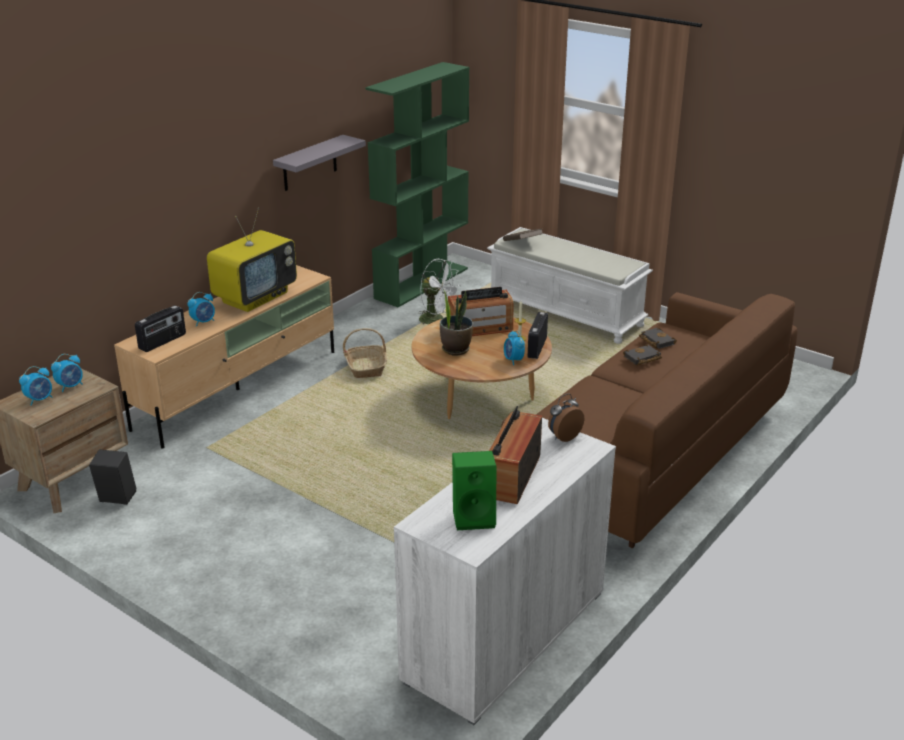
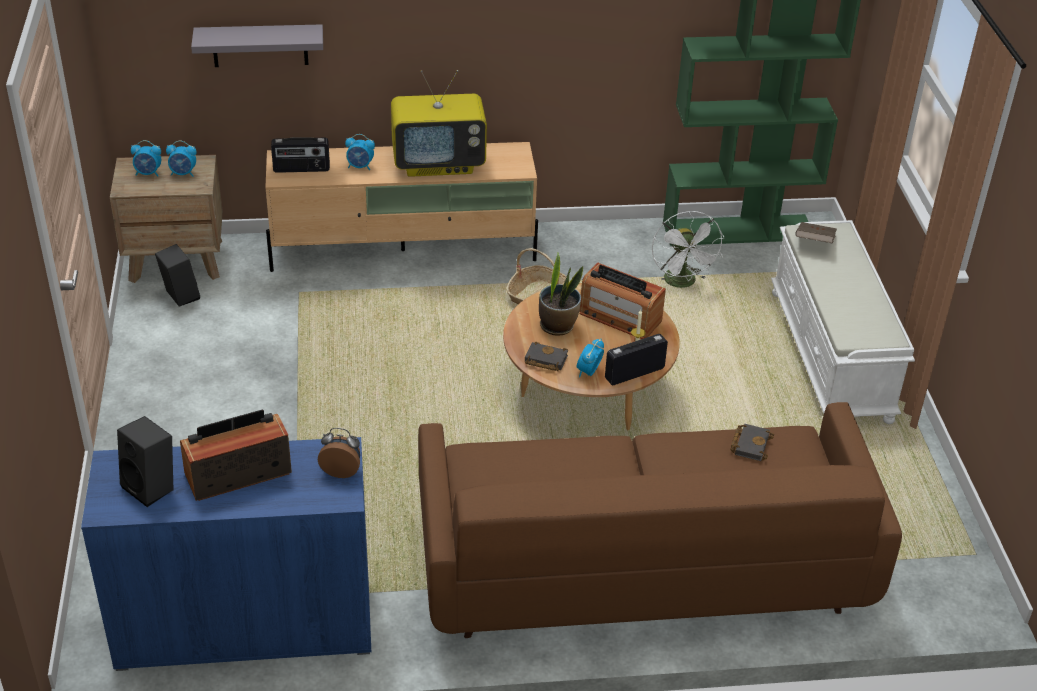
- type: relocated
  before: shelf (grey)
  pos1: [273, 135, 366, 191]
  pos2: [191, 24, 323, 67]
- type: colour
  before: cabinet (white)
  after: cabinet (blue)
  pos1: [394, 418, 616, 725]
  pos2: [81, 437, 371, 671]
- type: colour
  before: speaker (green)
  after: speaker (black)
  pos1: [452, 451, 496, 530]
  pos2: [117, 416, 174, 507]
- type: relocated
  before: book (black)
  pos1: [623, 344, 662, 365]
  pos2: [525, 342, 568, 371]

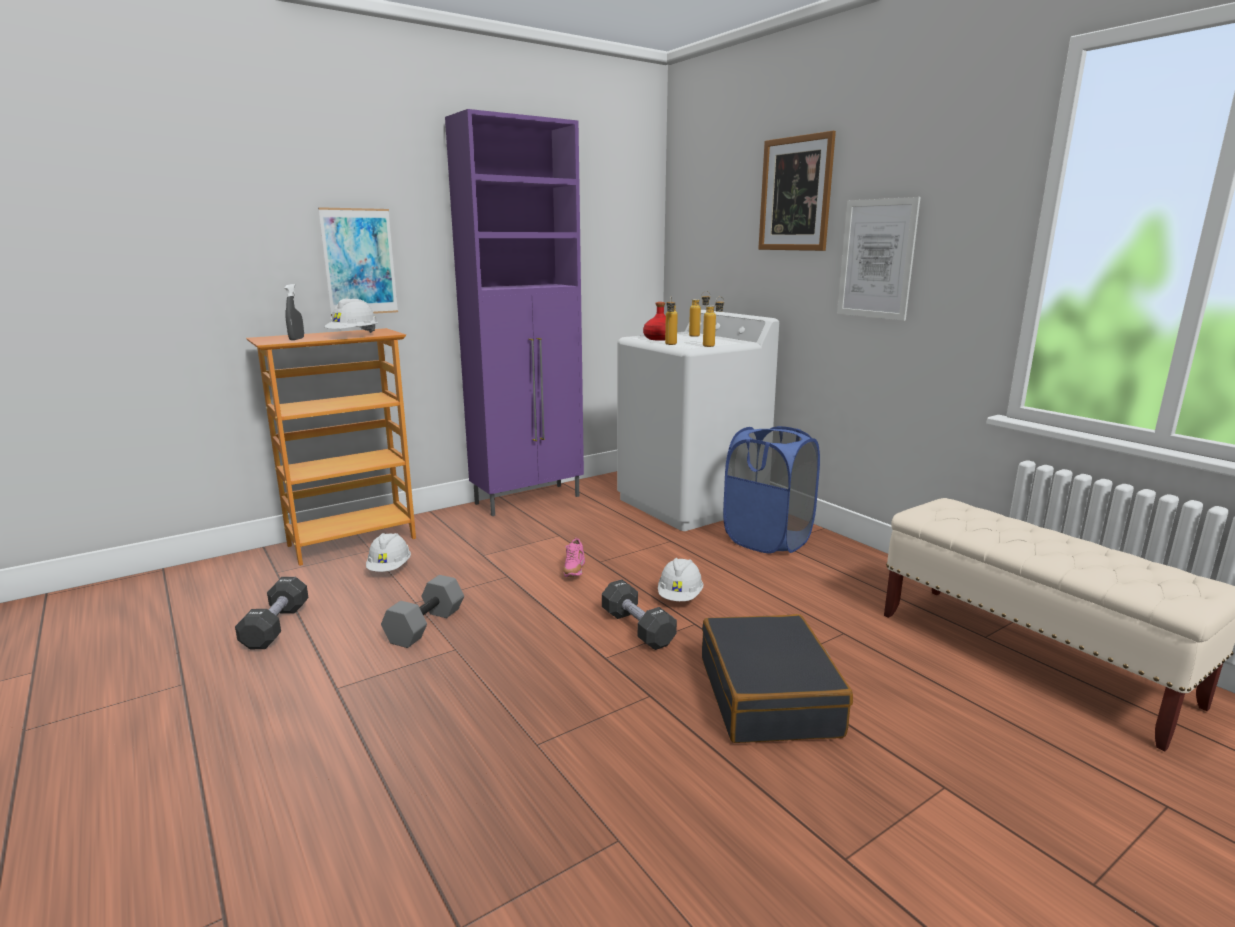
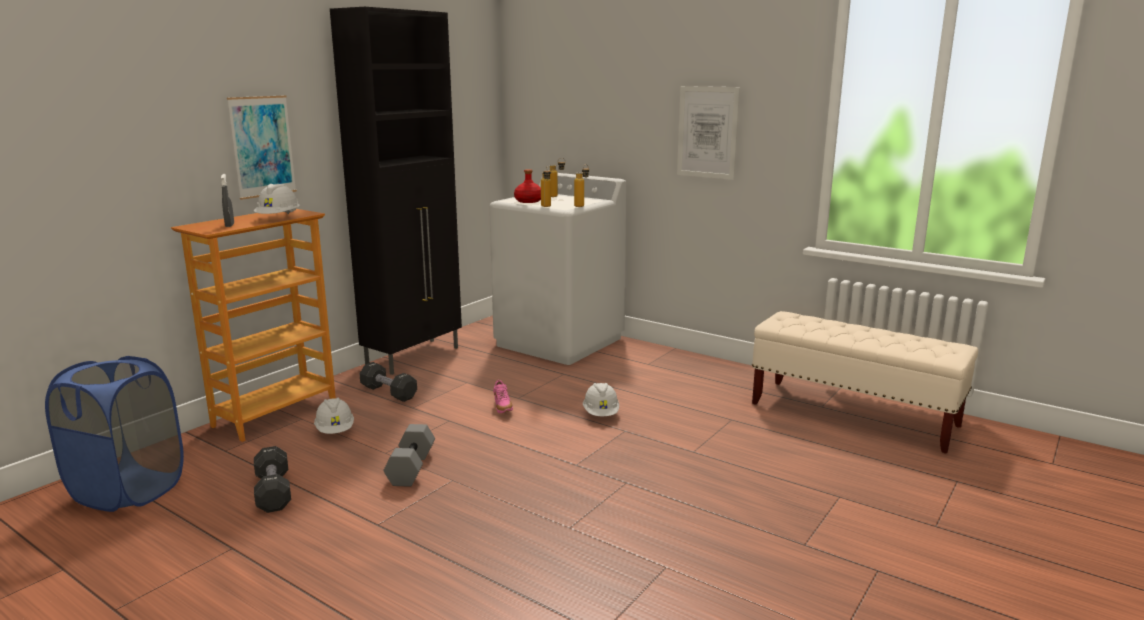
- type: colour
  before: cabinet (purple)
  after: cabinet (black)
  pos1: [445, 109, 584, 516]
  pos2: [330, 7, 462, 375]
- type: relocated
  before: dumbbell (black)
  pos1: [602, 579, 677, 650]
  pos2: [359, 362, 417, 402]
- type: missing
  before: suitcase (black)
  pos1: [702, 614, 853, 743]
- type: relocated
  before: laundry basket (blue)
  pos1: [723, 426, 820, 553]
  pos2: [45, 356, 184, 512]
- type: missing
  before: picture
  pos1: [758, 131, 836, 251]

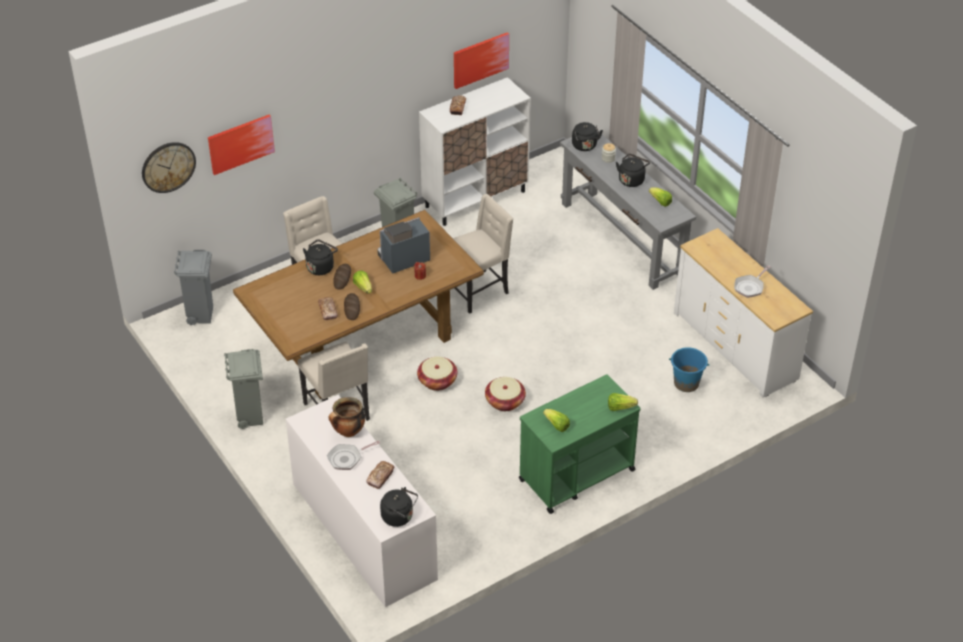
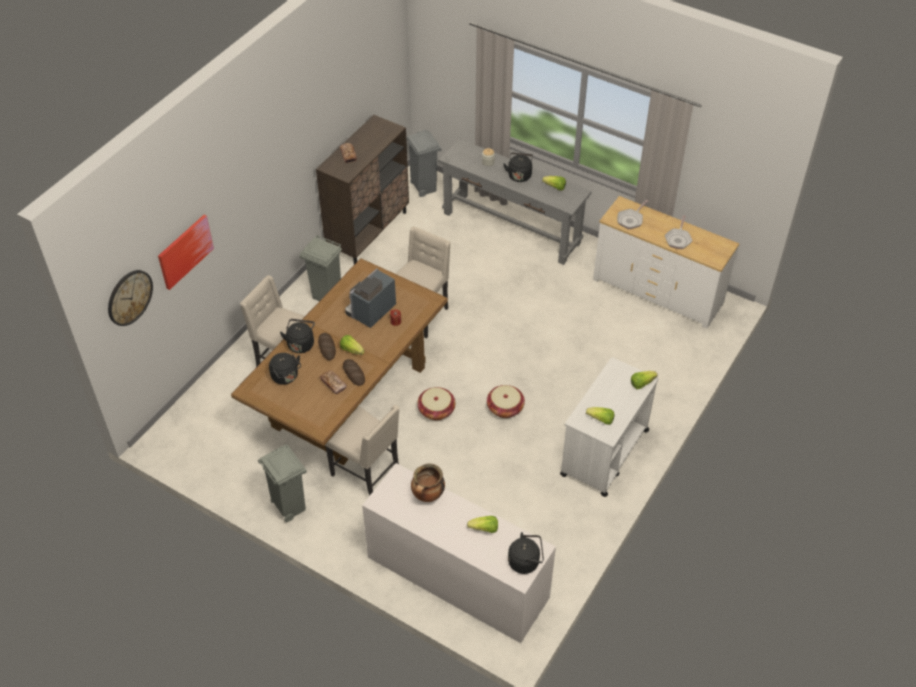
- type: relocated
  before: trash can (grey)
  pos1: [174, 250, 213, 325]
  pos2: [406, 130, 442, 197]
- type: relocated
  before: frying pan
  pos1: [327, 440, 380, 470]
  pos2: [617, 200, 648, 229]
- type: exchanged
  before: bread
  after: lettuce
  pos1: [366, 461, 394, 489]
  pos2: [467, 516, 498, 533]
- type: colour
  before: cabinet (white)
  after: cabinet (brown)
  pos1: [419, 77, 531, 226]
  pos2: [316, 115, 409, 265]
- type: missing
  before: picture
  pos1: [454, 32, 509, 89]
- type: colour
  before: cart (green)
  after: cart (white)
  pos1: [519, 374, 640, 514]
  pos2: [560, 357, 658, 497]
- type: relocated
  before: kettle (black)
  pos1: [572, 122, 603, 151]
  pos2: [269, 353, 301, 385]
- type: missing
  before: bucket (blue)
  pos1: [669, 347, 709, 392]

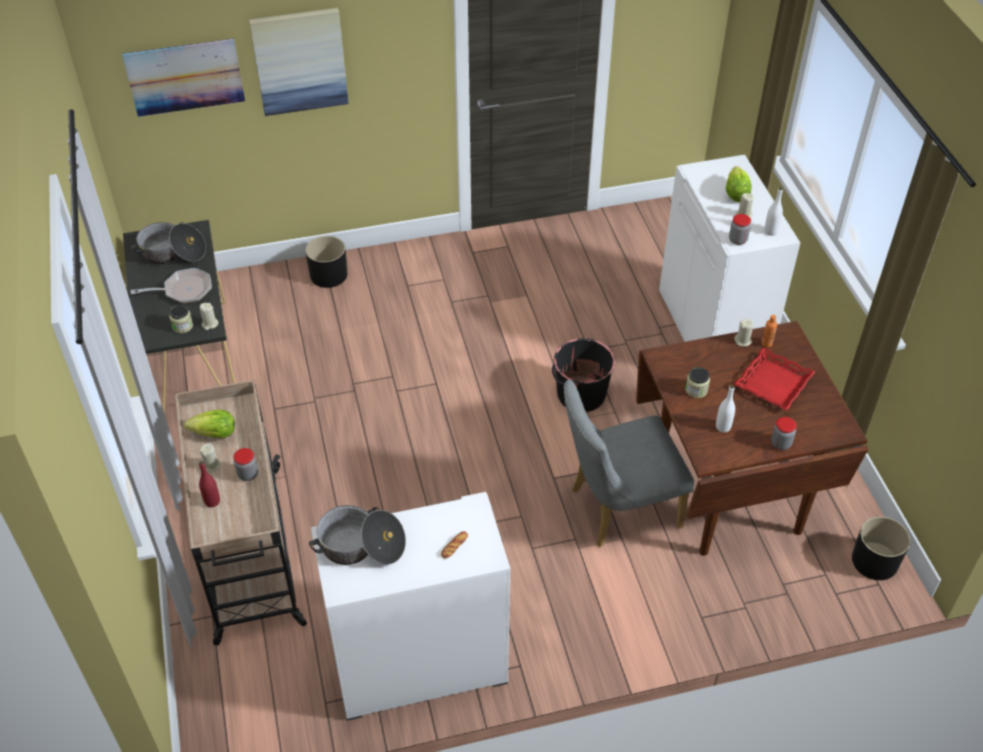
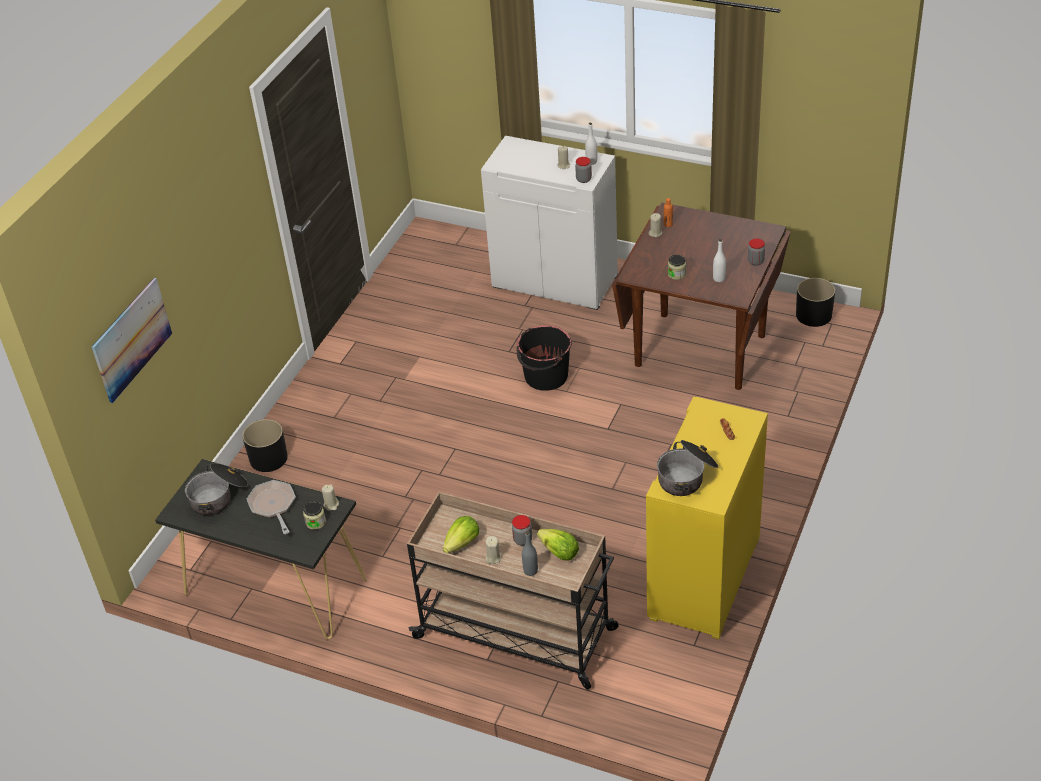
- type: spun
  before: frying pan
  pos1: [131, 268, 212, 304]
  pos2: [247, 480, 295, 534]
  turn: -45
- type: colour
  before: bottle (red)
  after: bottle (grey)
  pos1: [199, 461, 220, 507]
  pos2: [522, 531, 538, 576]
- type: missing
  before: picture
  pos1: [249, 8, 349, 116]
- type: colour
  before: cabinet (white)
  after: cabinet (yellow)
  pos1: [311, 492, 510, 721]
  pos2: [646, 396, 768, 639]
- type: missing
  before: chair (grey)
  pos1: [564, 379, 694, 548]
- type: relocated
  before: lettuce
  pos1: [726, 166, 752, 202]
  pos2: [537, 529, 579, 560]
- type: missing
  before: tray (red)
  pos1: [734, 347, 815, 410]

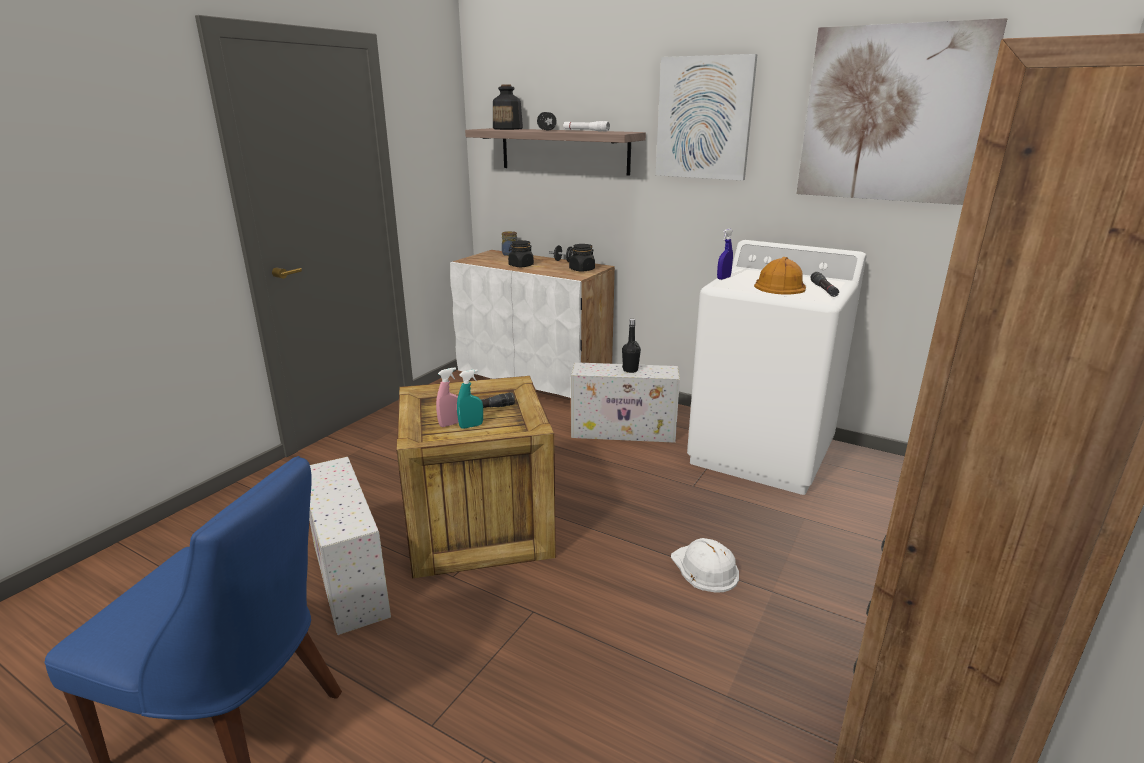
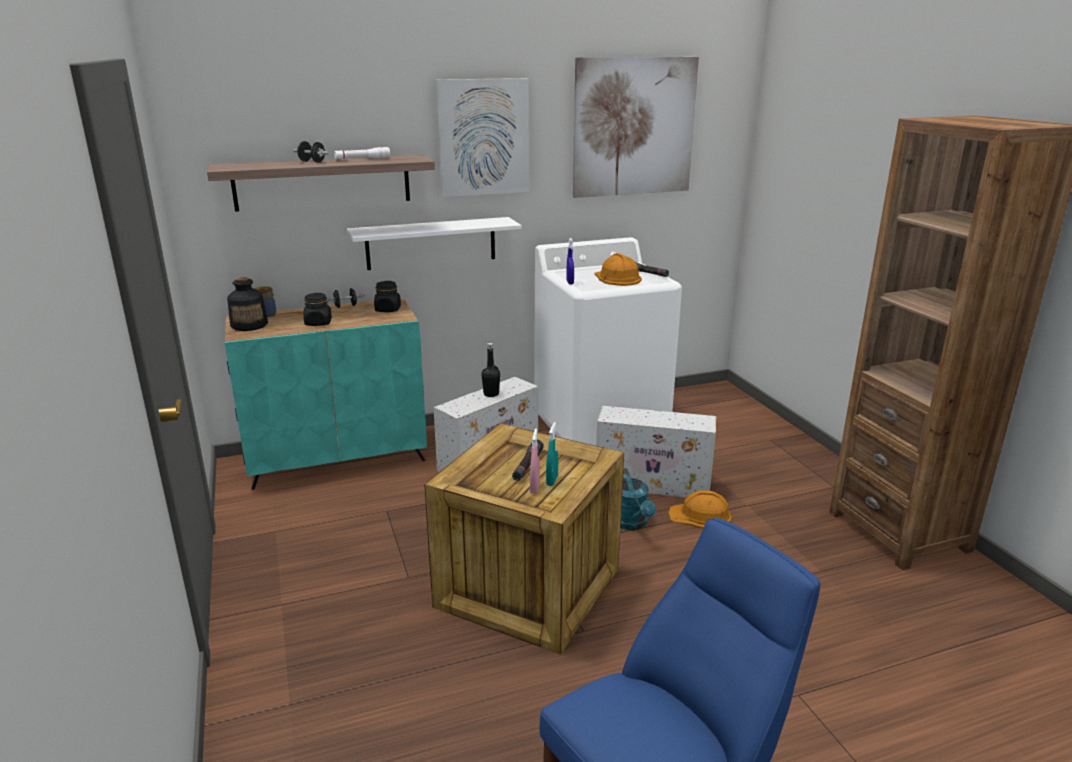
- type: relocated
  before: storage box (white)
  pos1: [309, 457, 391, 635]
  pos2: [596, 406, 716, 497]
- type: colour
  before: cabinet (white)
  after: cabinet (turquoise)
  pos1: [450, 250, 615, 398]
  pos2: [225, 298, 427, 490]
- type: relocated
  before: bottle
  pos1: [493, 85, 523, 130]
  pos2: [227, 277, 268, 331]
- type: colour
  before: hard hat (white)
  after: hard hat (orange)
  pos1: [671, 538, 739, 593]
  pos2: [669, 490, 731, 529]
- type: appeared
  after: shelf (white)
  pos2: [347, 217, 522, 270]
- type: appeared
  after: watering can (turquoise)
  pos2: [621, 468, 656, 531]

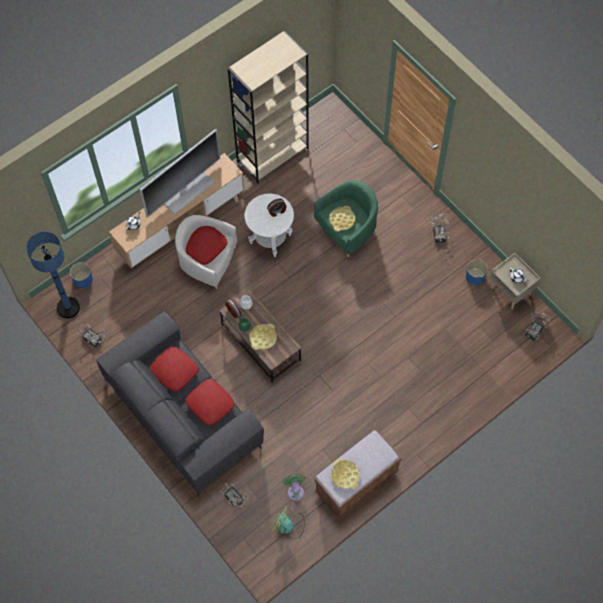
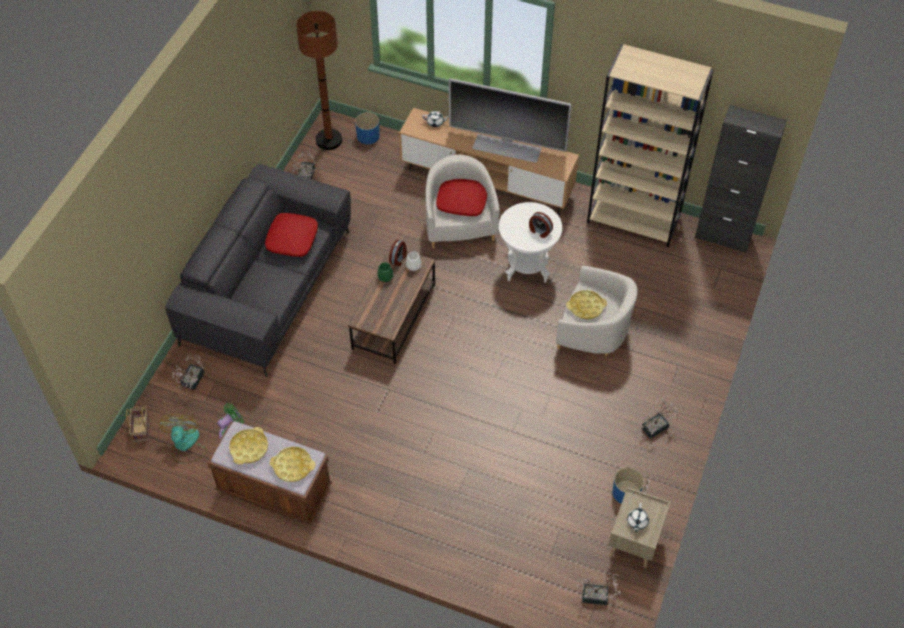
- type: colour
  before: floor lamp (blue)
  after: floor lamp (brown)
  pos1: [26, 232, 80, 319]
  pos2: [296, 11, 342, 150]
- type: missing
  before: pillow (red)
  pos1: [186, 379, 234, 425]
- type: relocated
  before: tray (yellow)
  pos1: [250, 324, 277, 350]
  pos2: [270, 447, 315, 482]
- type: colour
  before: armchair (green)
  after: armchair (white)
  pos1: [314, 180, 378, 257]
  pos2: [556, 266, 638, 356]
- type: appeared
  after: basket
  pos2: [126, 407, 150, 442]
- type: appeared
  after: cabinet (black)
  pos2: [695, 105, 787, 253]

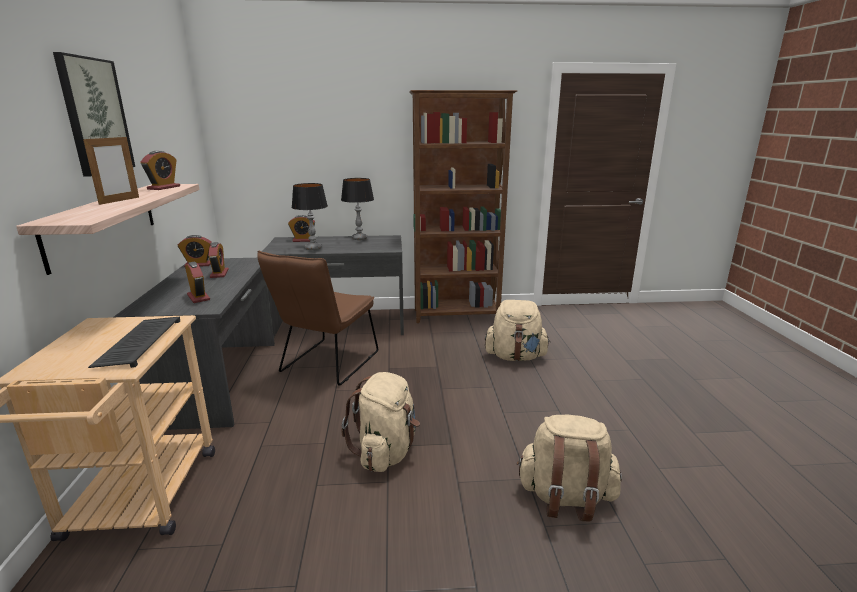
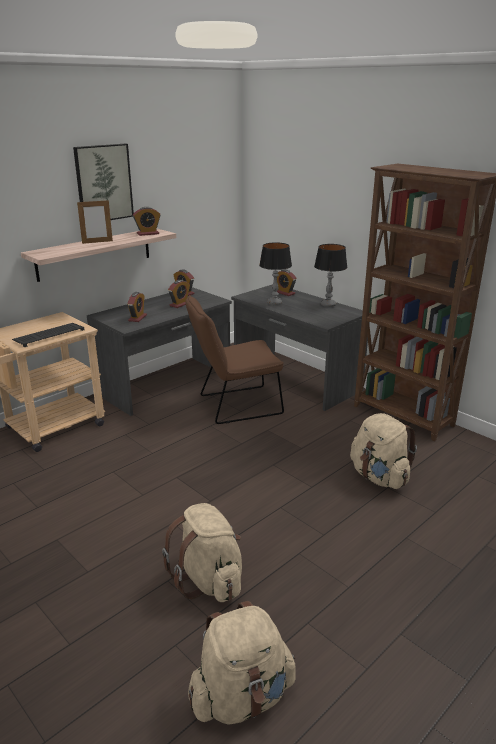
- type: relocated
  before: backpack (beige)
  pos1: [341, 372, 420, 472]
  pos2: [188, 601, 296, 725]

